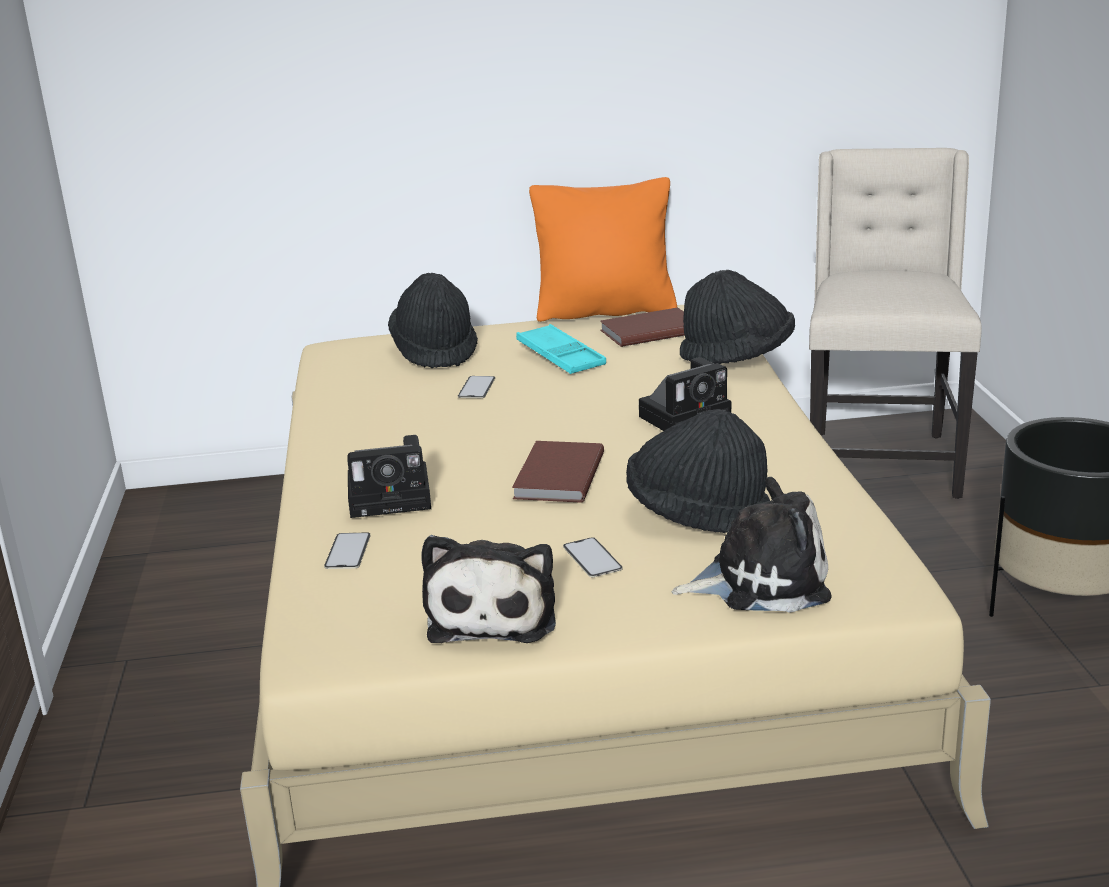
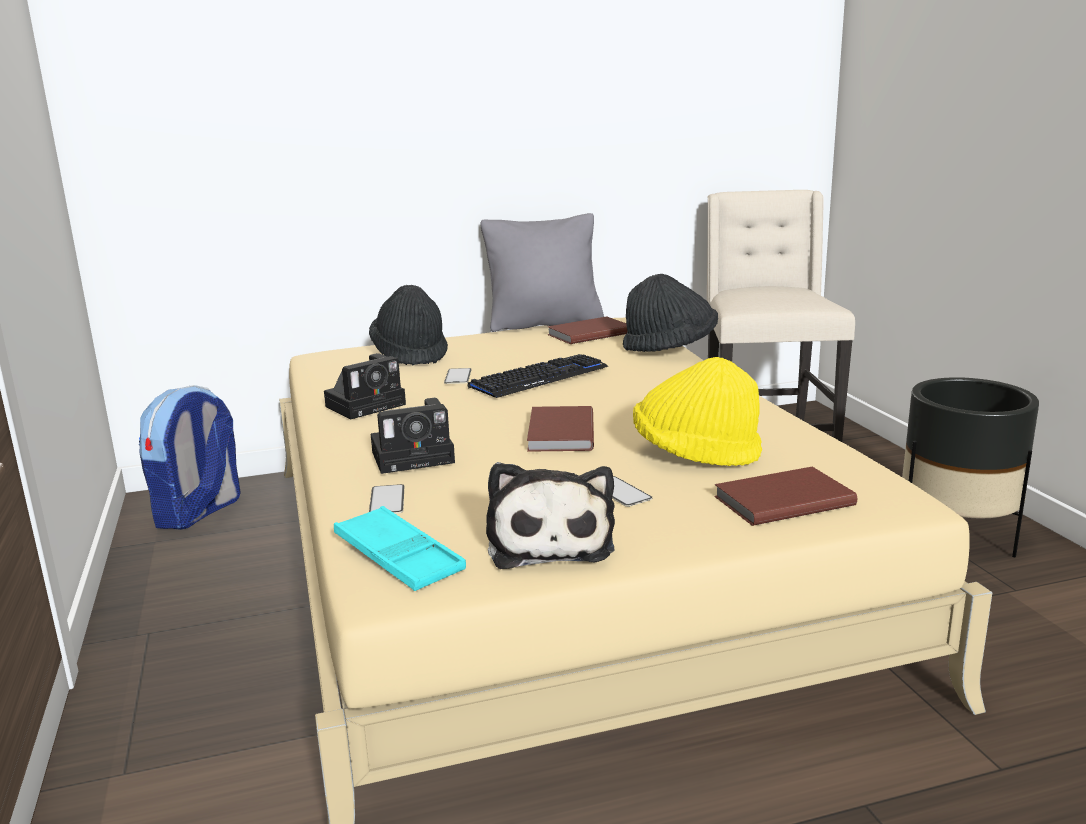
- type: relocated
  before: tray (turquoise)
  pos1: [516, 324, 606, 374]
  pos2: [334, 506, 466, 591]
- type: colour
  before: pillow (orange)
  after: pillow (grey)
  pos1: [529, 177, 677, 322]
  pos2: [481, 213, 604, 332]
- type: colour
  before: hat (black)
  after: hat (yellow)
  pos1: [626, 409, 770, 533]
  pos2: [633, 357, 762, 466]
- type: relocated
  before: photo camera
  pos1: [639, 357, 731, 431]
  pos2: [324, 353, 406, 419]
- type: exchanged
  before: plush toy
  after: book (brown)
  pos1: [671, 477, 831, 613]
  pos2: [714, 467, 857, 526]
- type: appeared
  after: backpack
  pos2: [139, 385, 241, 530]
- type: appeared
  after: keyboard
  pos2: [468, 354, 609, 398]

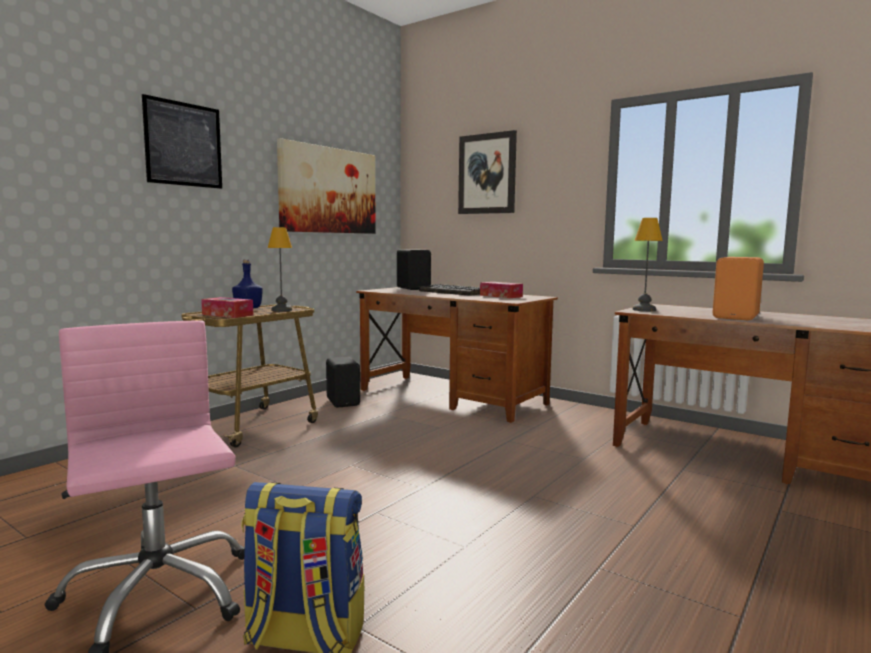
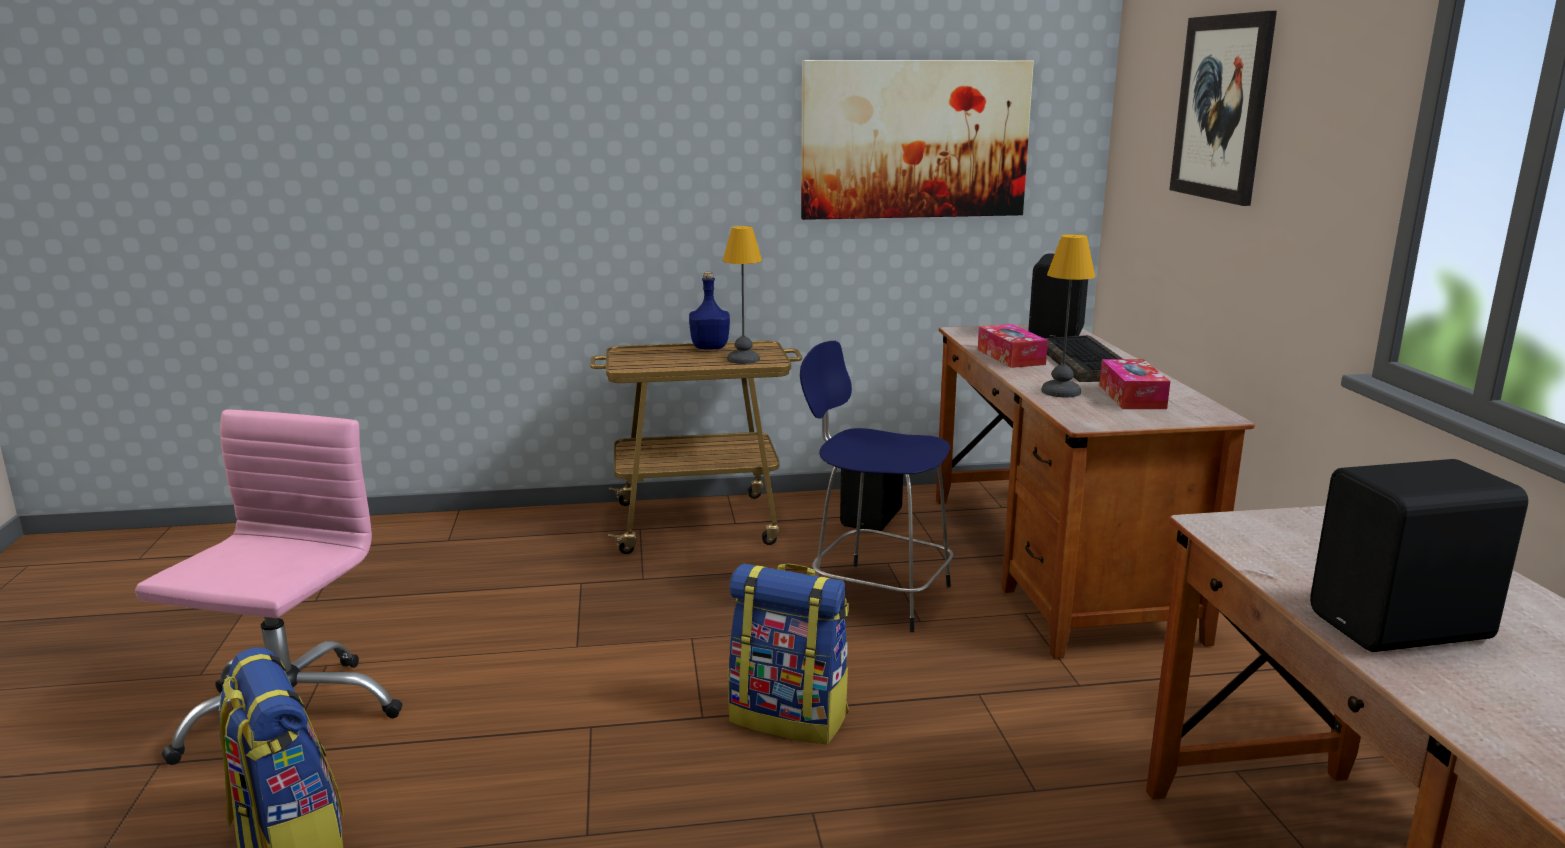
- type: missing
  before: picture
  pos1: [142, 94, 222, 189]
- type: relocated
  before: tissue box
  pos1: [201, 297, 253, 318]
  pos2: [978, 324, 1048, 368]
- type: relocated
  before: table lamp
  pos1: [632, 218, 663, 311]
  pos2: [1041, 234, 1095, 397]
- type: colour
  before: speaker (orange)
  after: speaker (black)
  pos1: [713, 257, 764, 320]
  pos2: [1310, 459, 1528, 652]
- type: appeared
  after: backpack
  pos2: [728, 563, 849, 744]
- type: appeared
  after: stool (blue)
  pos2: [800, 341, 954, 632]

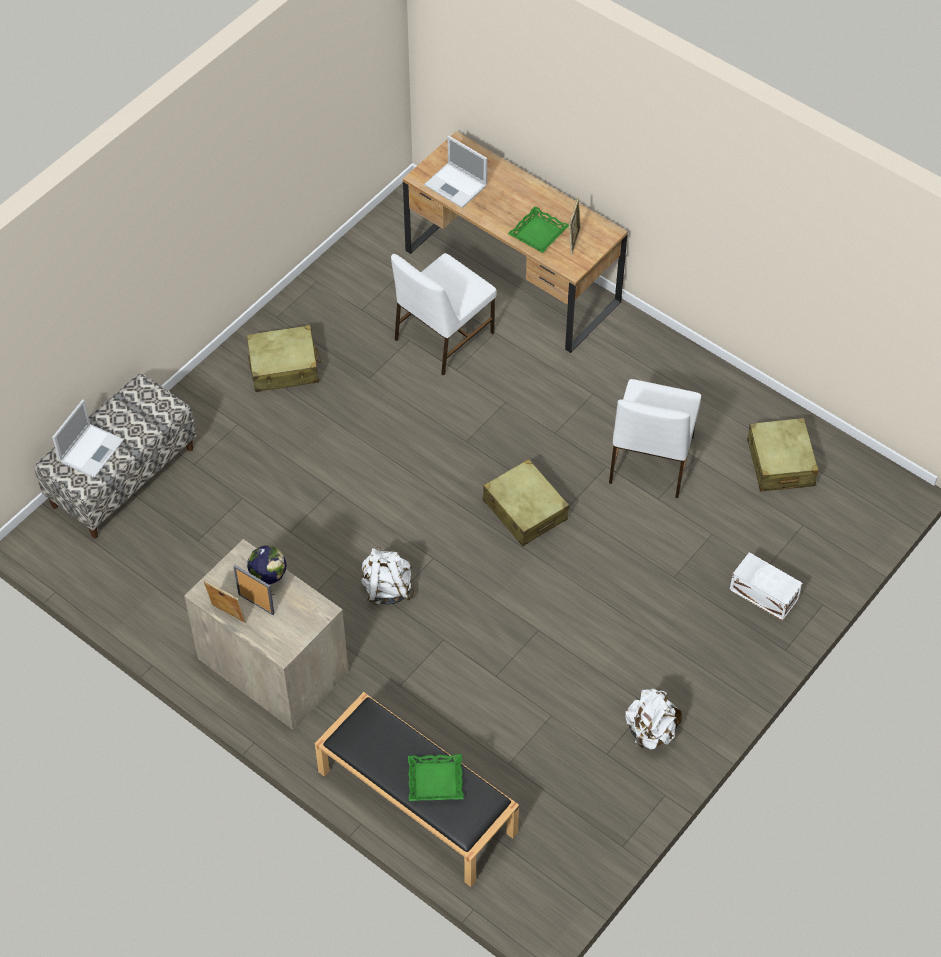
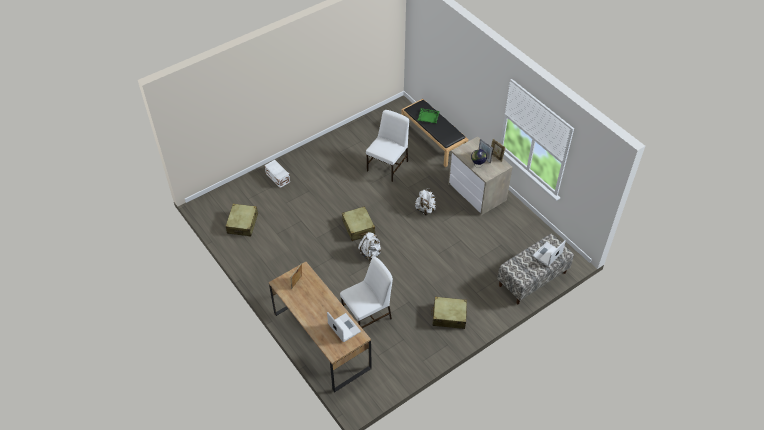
- type: missing
  before: tray (green)
  pos1: [508, 206, 569, 253]
- type: relocated
  before: chair (white)
  pos1: [609, 379, 701, 498]
  pos2: [366, 110, 409, 182]
- type: relocated
  before: backpack (white)
  pos1: [625, 688, 682, 749]
  pos2: [358, 232, 381, 261]

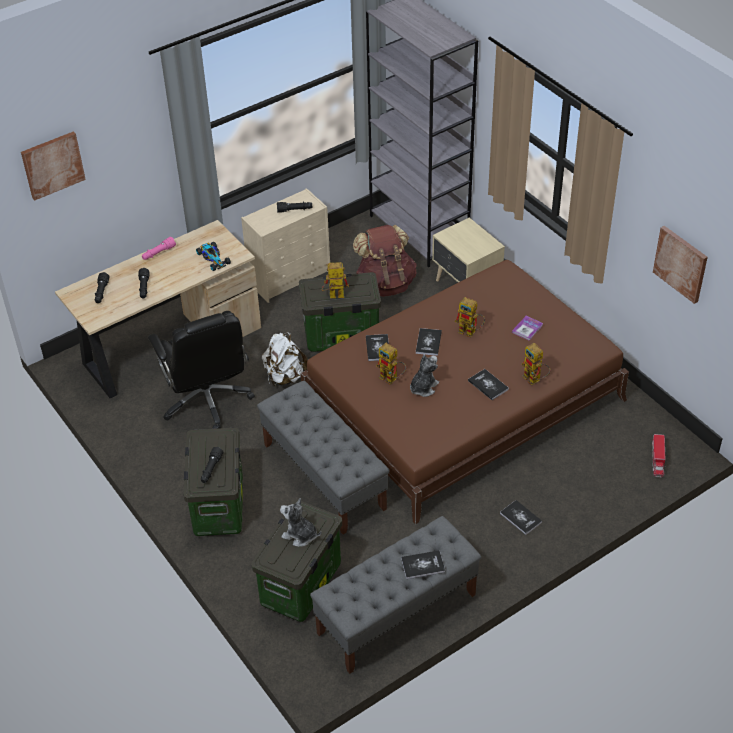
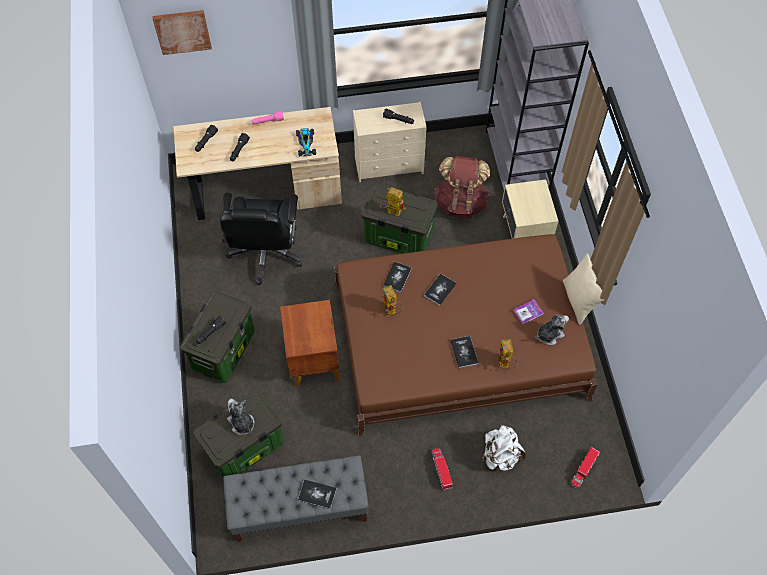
- type: exchanged
  before: bench (grey)
  after: nightstand (brown)
  pos1: [257, 380, 390, 535]
  pos2: [280, 300, 341, 386]
- type: relocated
  before: backpack (white)
  pos1: [262, 332, 308, 386]
  pos2: [483, 425, 526, 471]
- type: relocated
  before: plush toy
  pos1: [410, 355, 439, 397]
  pos2: [535, 314, 569, 345]
- type: missing
  before: toy robot
  pos1: [455, 297, 485, 338]
- type: exchanged
  before: book
  after: toy truck
  pos1: [500, 500, 542, 535]
  pos2: [432, 448, 453, 491]
- type: missing
  before: picture
  pos1: [653, 226, 708, 304]
- type: appeared
  after: pillow (beige)
  pos2: [563, 253, 605, 325]

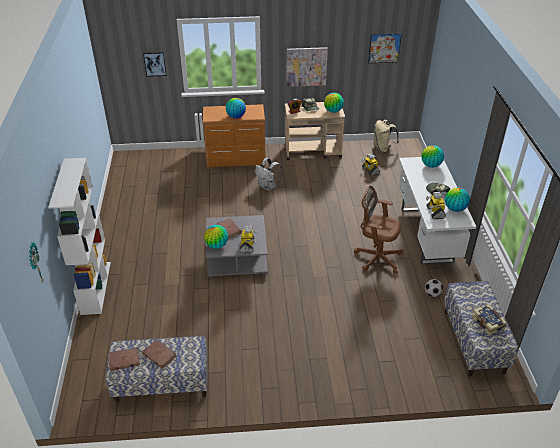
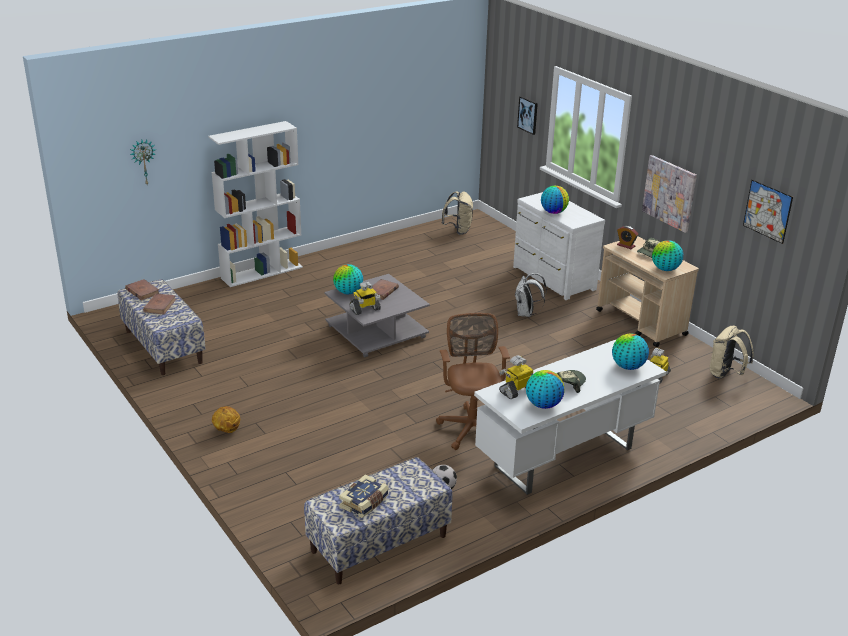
- type: colour
  before: dresser (brown)
  after: dresser (white)
  pos1: [203, 104, 266, 169]
  pos2: [513, 192, 605, 300]
- type: appeared
  after: basketball
  pos2: [212, 406, 240, 433]
- type: appeared
  after: backpack (beige)
  pos2: [441, 191, 473, 235]

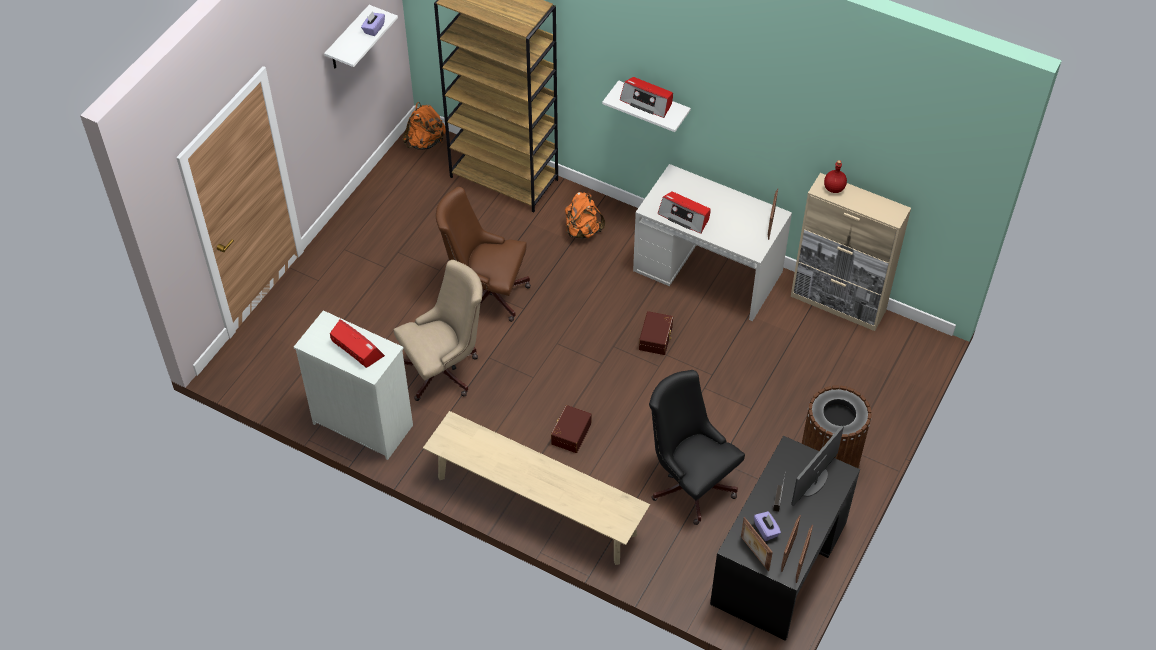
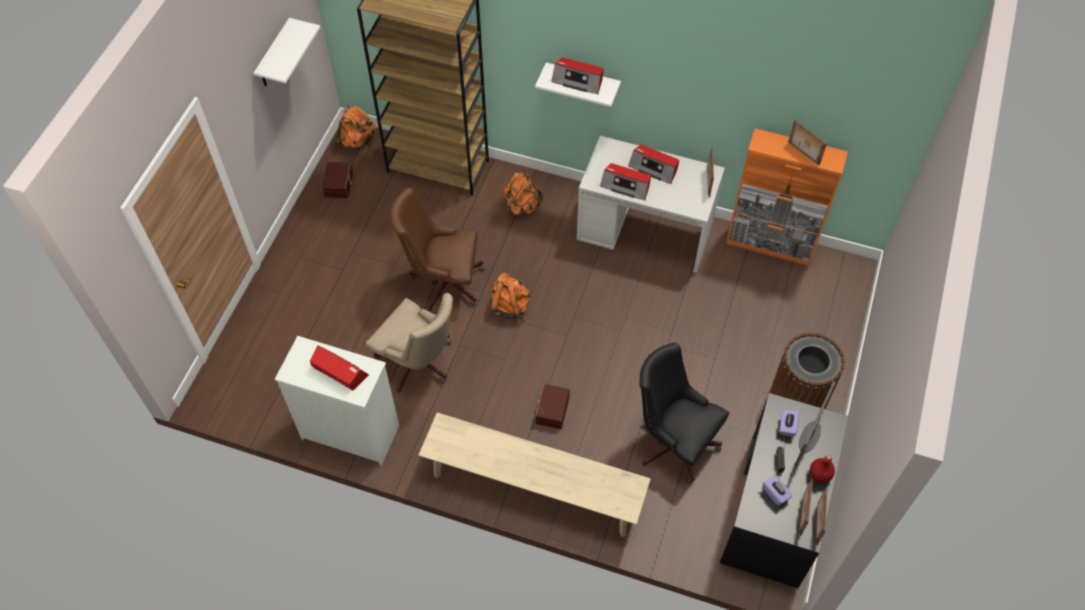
- type: relocated
  before: tissue box (purple)
  pos1: [361, 11, 385, 36]
  pos2: [780, 409, 800, 437]
- type: spun
  before: office chair (beige)
  pos1: [394, 260, 483, 401]
  pos2: [366, 293, 453, 393]
  turn: 75
- type: relocated
  before: storage box (brown)
  pos1: [639, 311, 673, 355]
  pos2: [322, 162, 353, 198]
- type: relocated
  before: picture frame
  pos1: [741, 517, 773, 571]
  pos2: [788, 120, 827, 165]
- type: colour
  before: cabinet (beige)
  after: cabinet (orange)
  pos1: [791, 173, 911, 331]
  pos2: [726, 128, 848, 266]
- type: relocated
  before: bottle (red)
  pos1: [824, 160, 847, 193]
  pos2: [810, 455, 835, 483]
- type: appeared
  after: backpack (orange)
  pos2: [490, 273, 530, 320]
- type: appeared
  after: radio
  pos2: [628, 144, 679, 184]

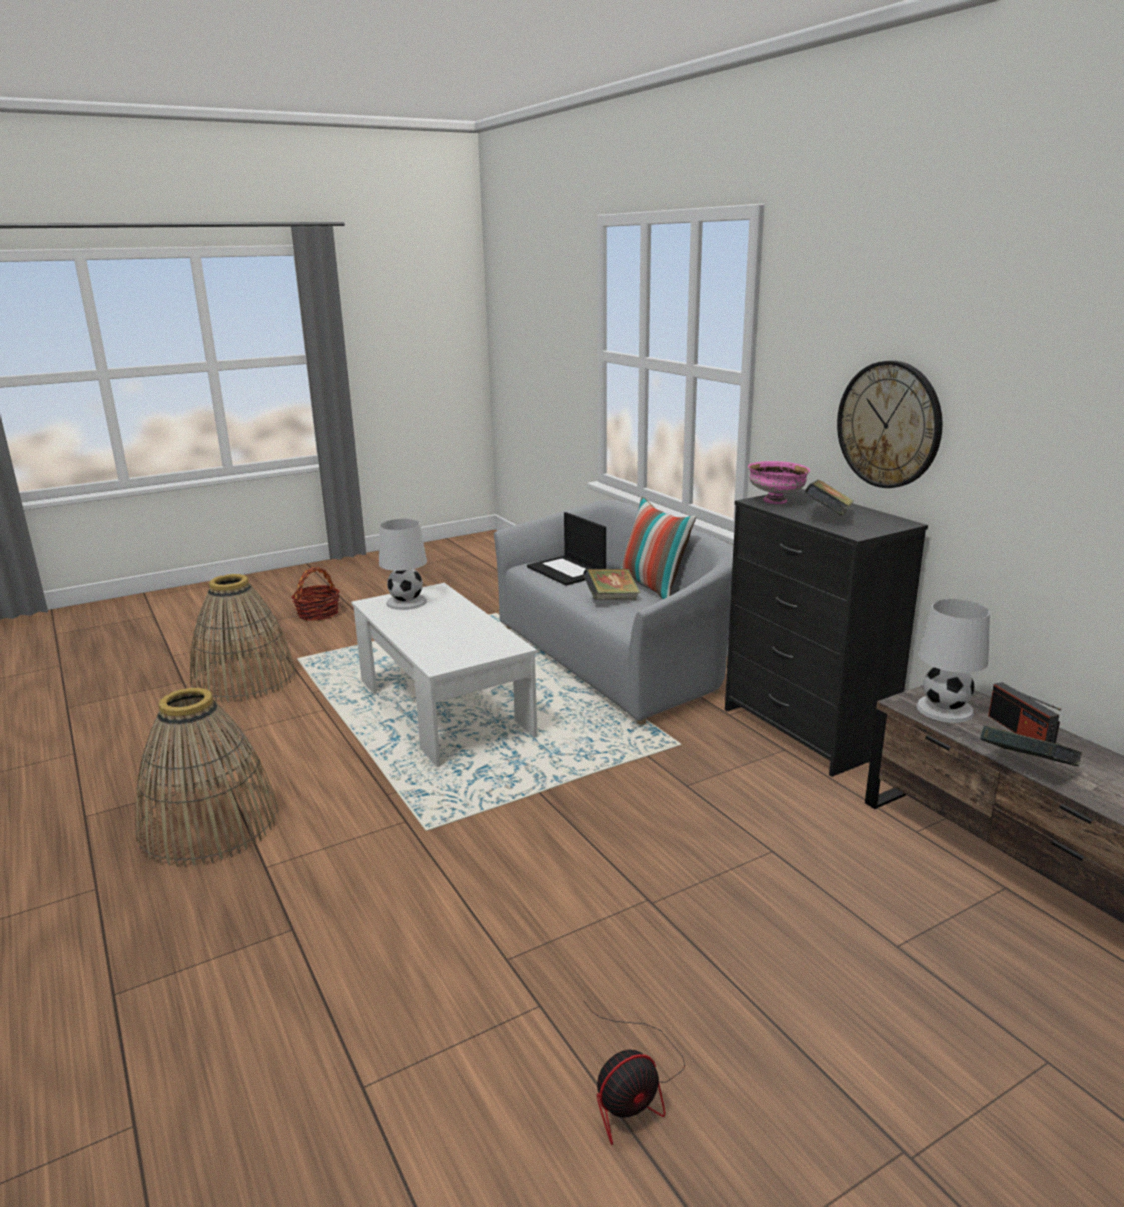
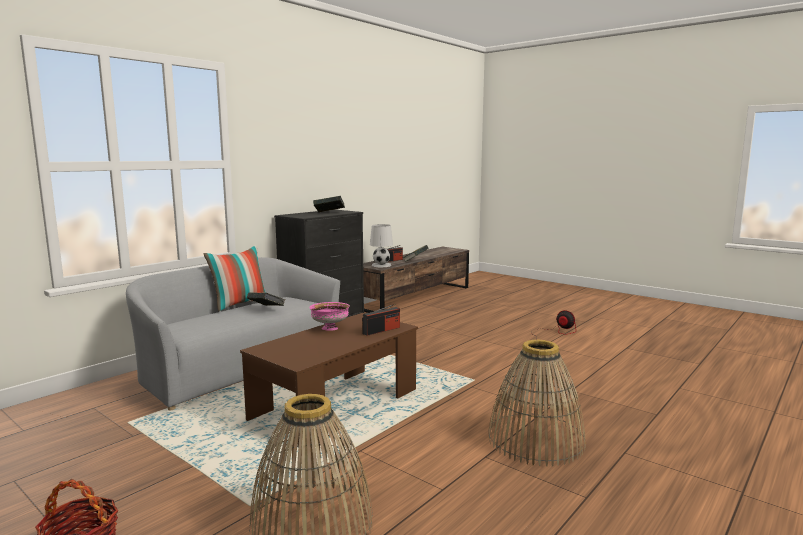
- type: colour
  before: coffee table (white)
  after: coffee table (brown)
  pos1: [351, 583, 537, 767]
  pos2: [240, 313, 418, 446]
- type: missing
  before: table lamp (white)
  pos1: [379, 519, 427, 610]
- type: missing
  before: laptop
  pos1: [527, 512, 606, 586]
- type: relocated
  before: bowl (pink)
  pos1: [748, 461, 810, 504]
  pos2: [309, 302, 350, 331]
- type: missing
  before: wall clock
  pos1: [837, 361, 942, 488]
- type: appeared
  after: radio
  pos2: [362, 304, 400, 336]

